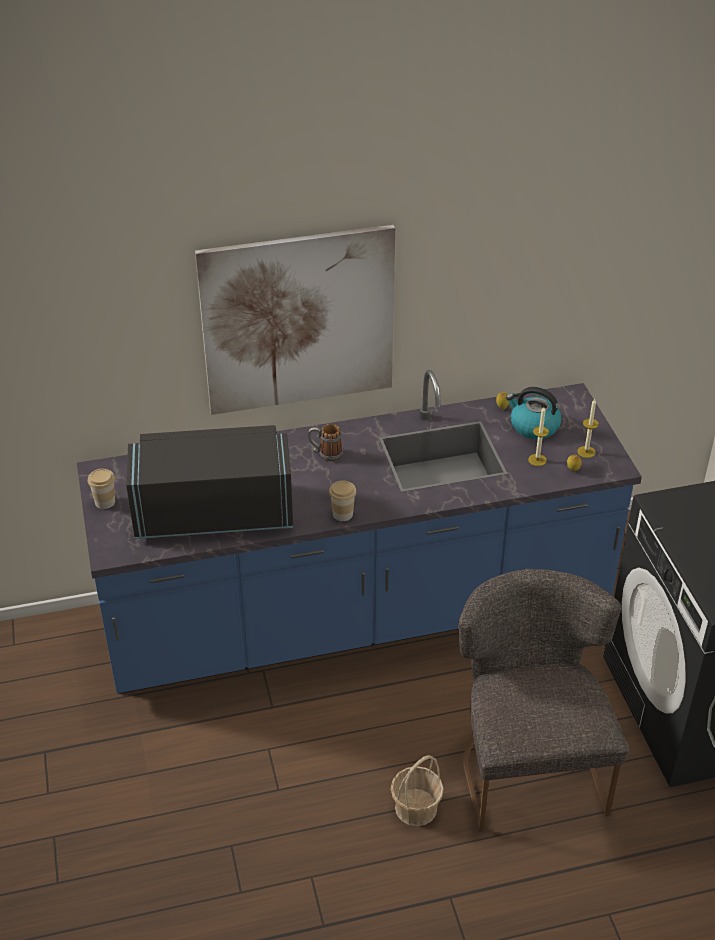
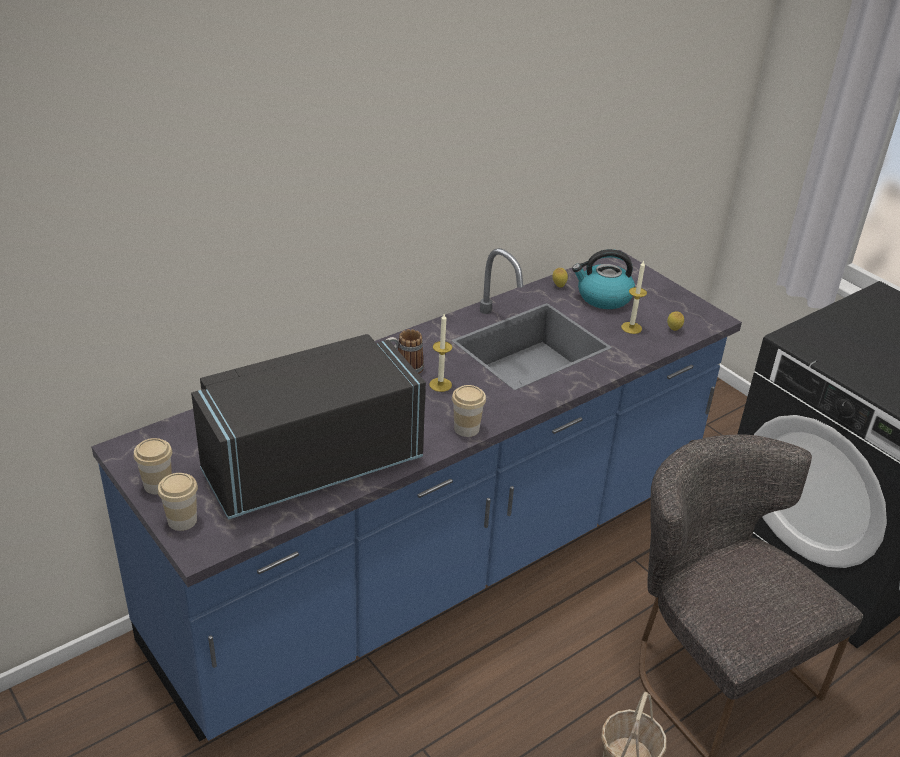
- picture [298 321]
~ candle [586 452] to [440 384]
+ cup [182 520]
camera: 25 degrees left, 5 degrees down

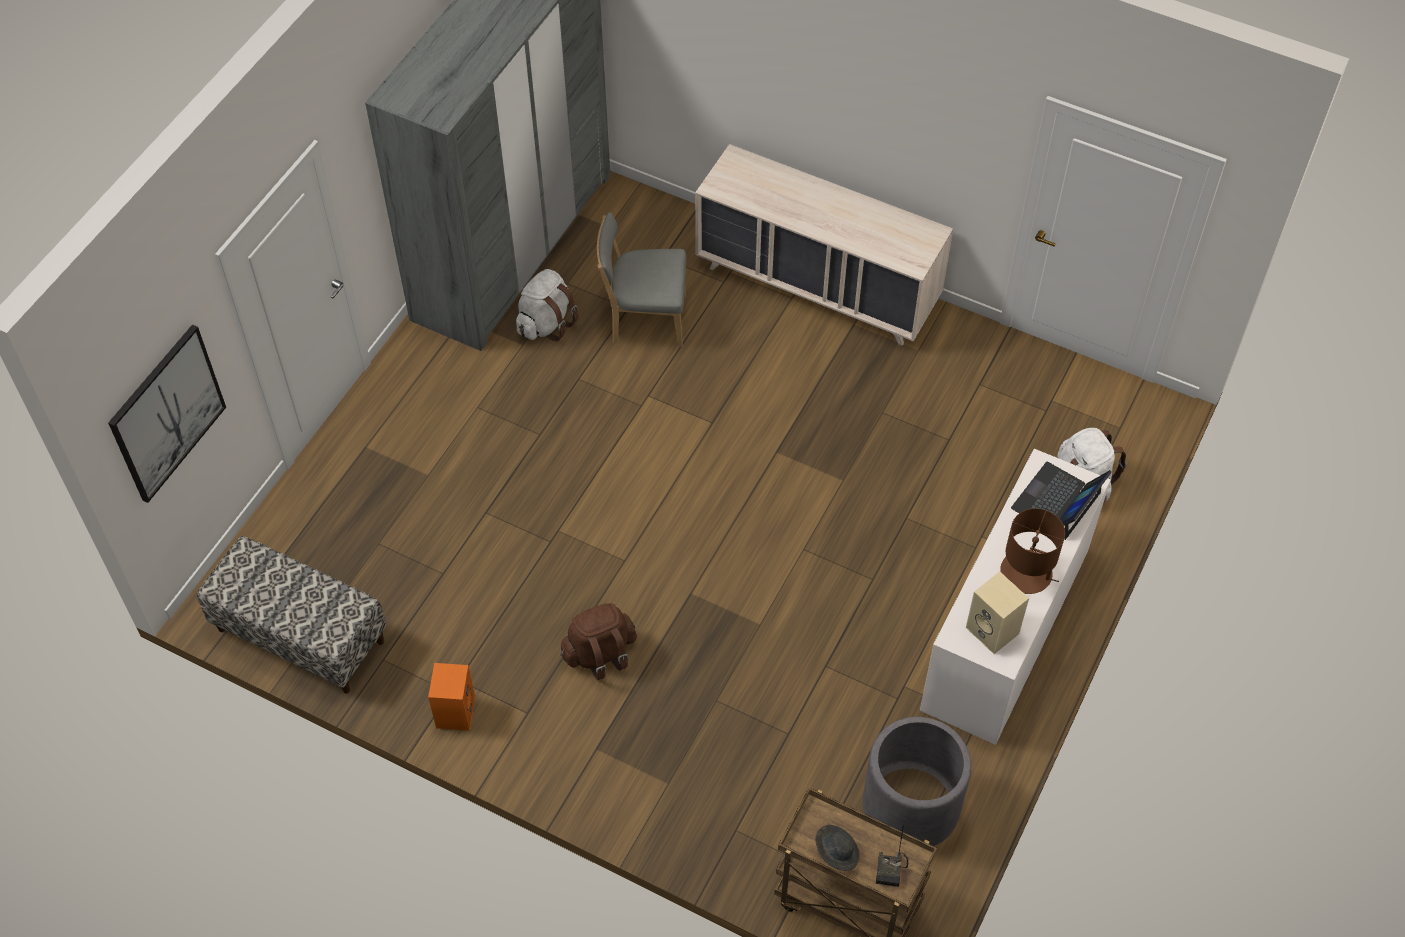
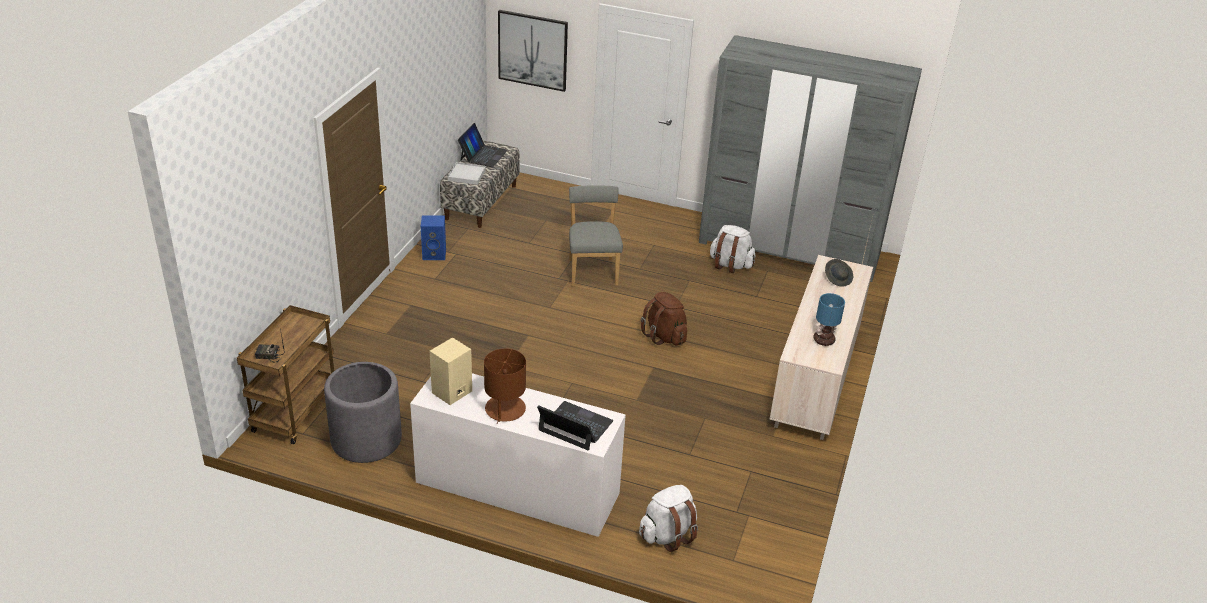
~ chair (grey) [644 319] to [592 270]
~ backpack (brown) [600 653] to [664 336]
~ speaker (orange) [454 711] to speaker (blue) [435 254]
~ hat (grey) [836 852] to [838 279]
+ laptop [483 155]
+ tray (white) [467 175]
+ table lamp [824 340]
camera: 80 degrees right, 20 degrees down

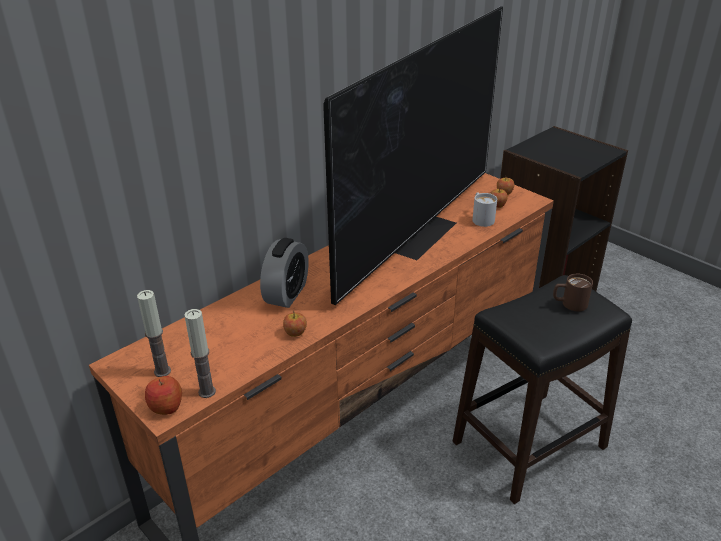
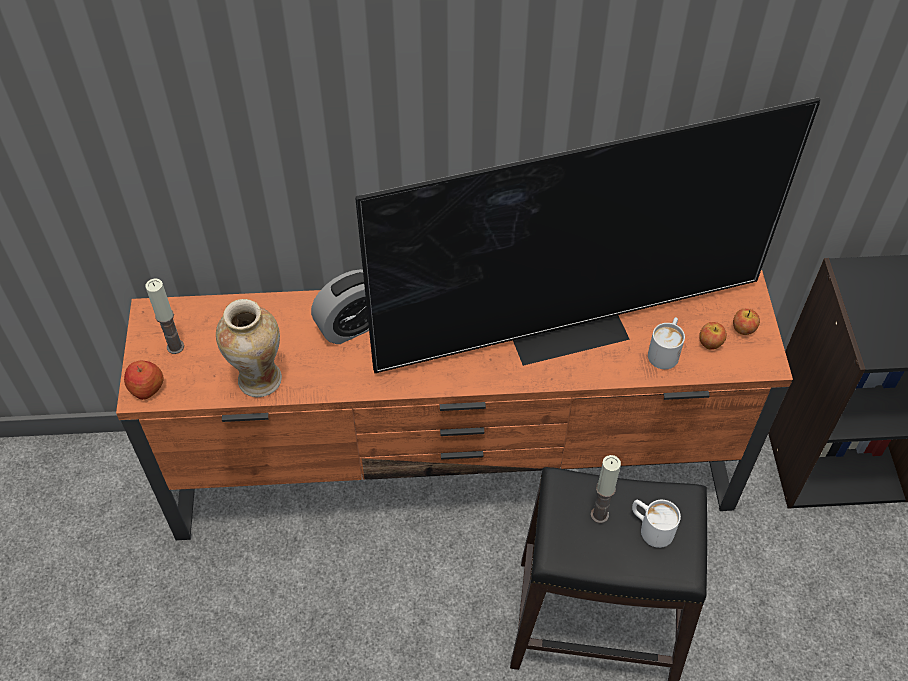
~ mug (brown) [569 304] to mug (white) [650 528]
~ candle [207 392] to [599 515]
- apple [295 333]
+ vase [259 381]
camera: 40 degrees right, 20 degrees up

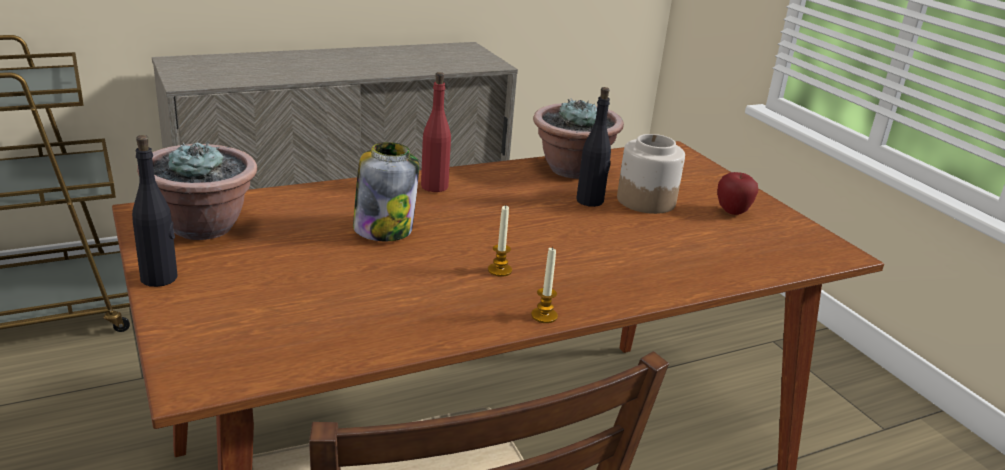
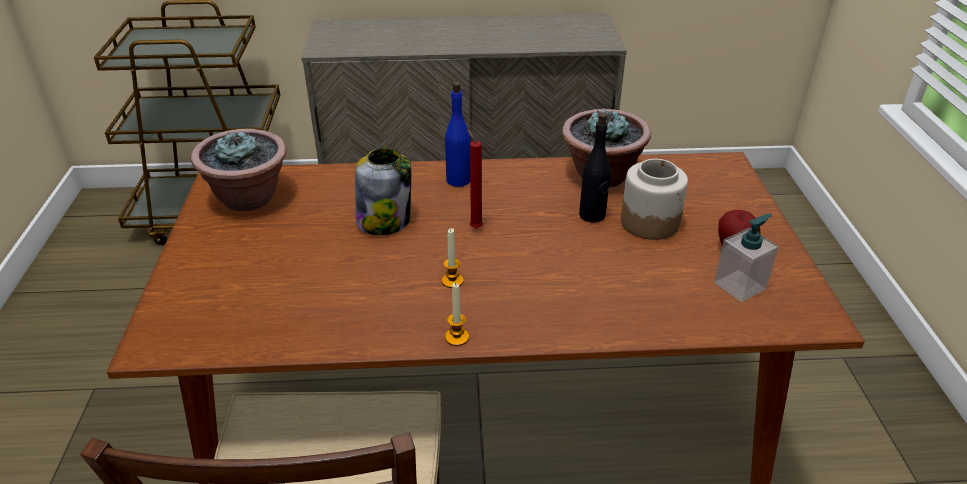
~ bottle (red) [434 186] to bottle (blue) [458 180]
- bottle (black) [159 278]
+ candle (red) [475 227]
+ soap dispenser [740 285]
camera: 25 degrees right, 10 degrees up

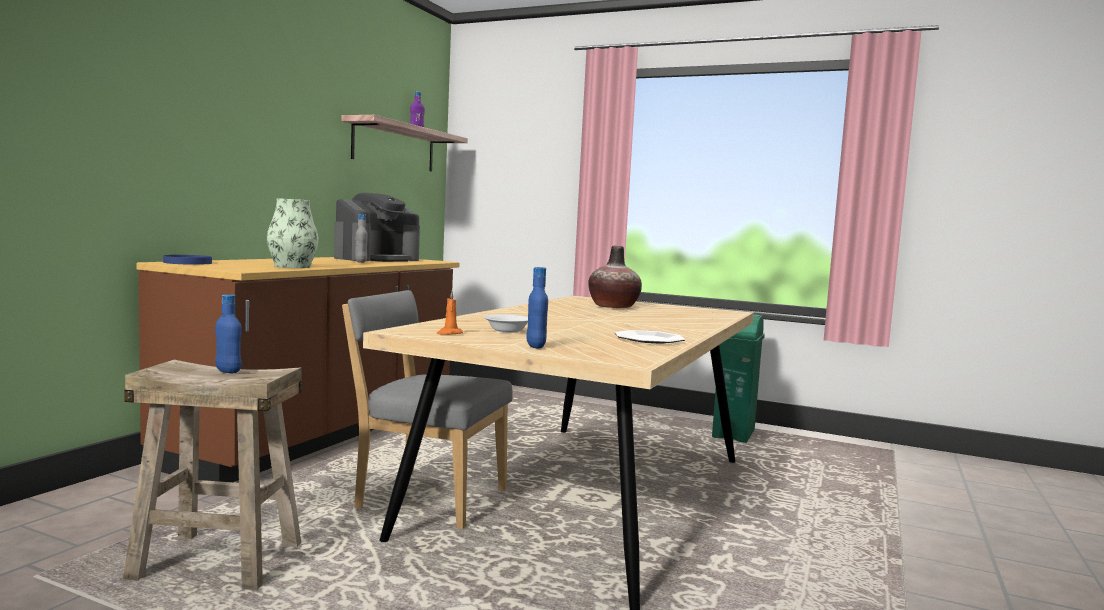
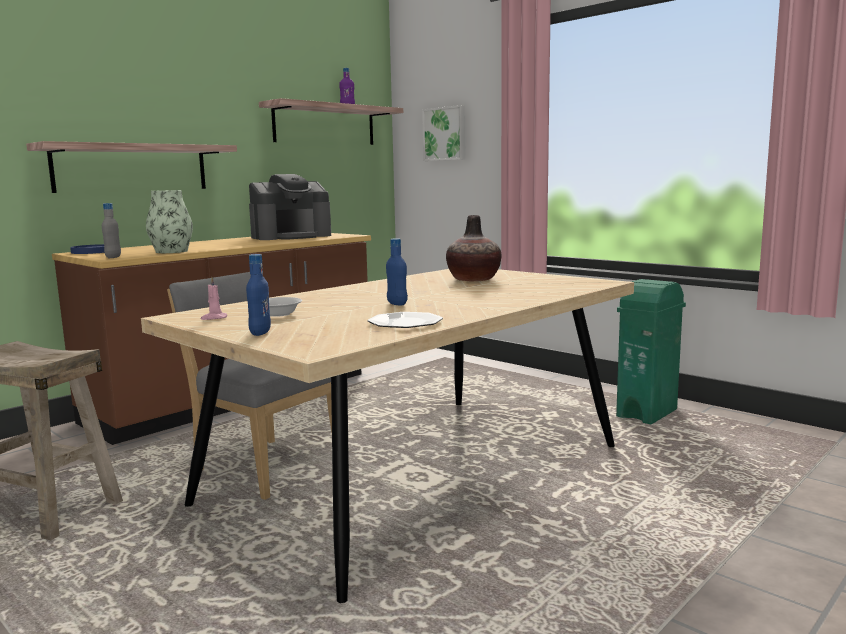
~ bottle (grey) [361 262] to [113 257]
~ candle (orange) [449 333] to candle (pink) [214 318]
~ bottle (blue) [228 371] to [397 304]
+ picture [445 134]
+ shelf [132 168]
camera: 20 degrees right, 5 degrees up

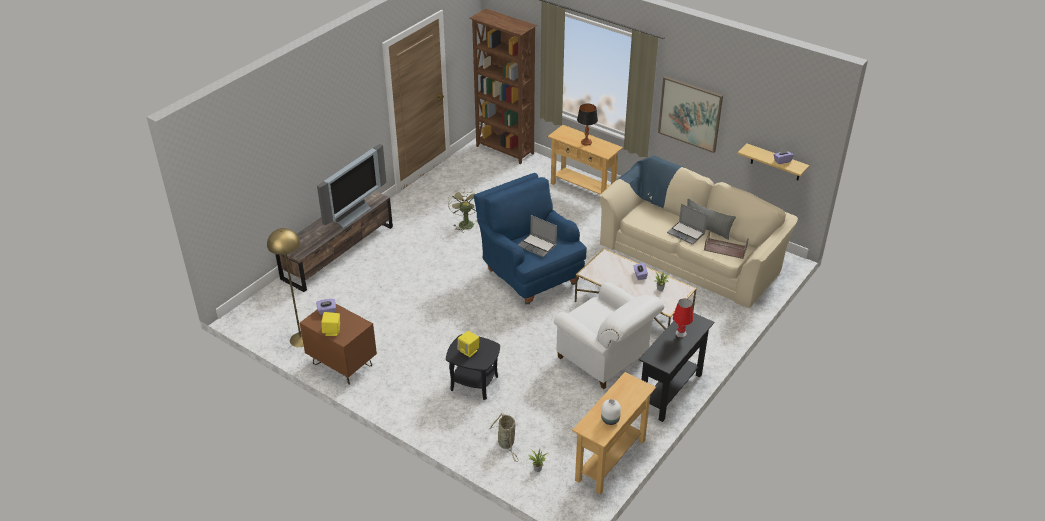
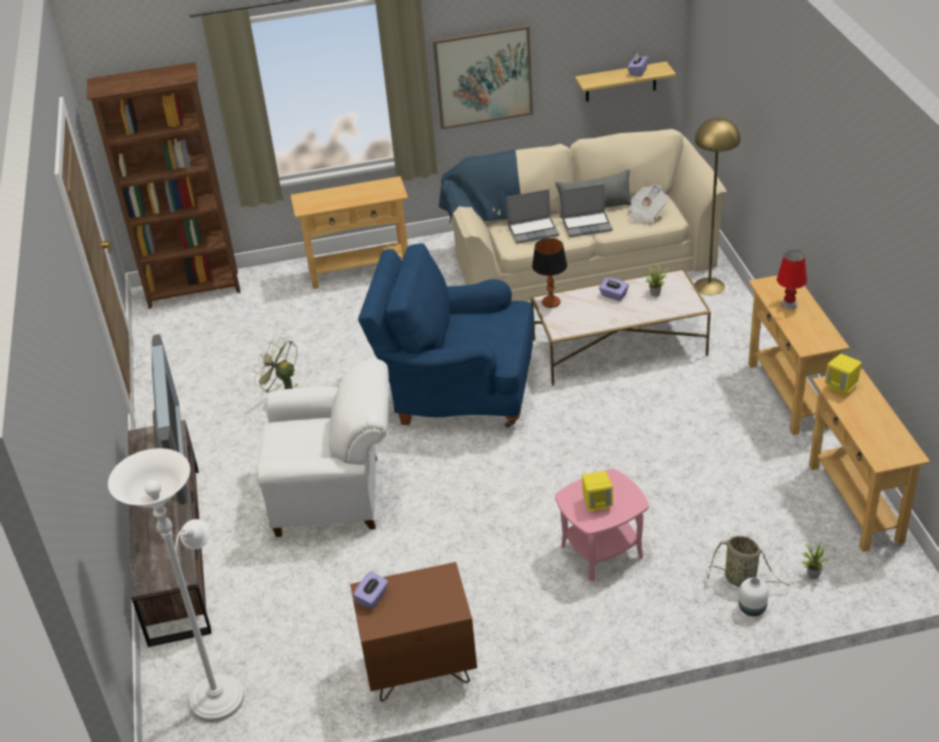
~ table lamp [586 142] to [551 302]
~ laptop [538 246] to [533 231]
~ floor lamp (yellow) [301 339] to [709 286]
~ tray (brown) [725 248] to newspaper [646 214]
~ armchair (white) [606 359] to [335 495]
~ speaker (yellow) [332 331] to [841 386]
~ console table (black) [670 392] to console table (beige) [788 394]
~ side table (black) [474 383] to side table (pink) [601 551]
~ vase (white) [610 420] to [752 608]
+ floor lamp (white) [218 693]
camera: 45 degrees left, 0 degrees up

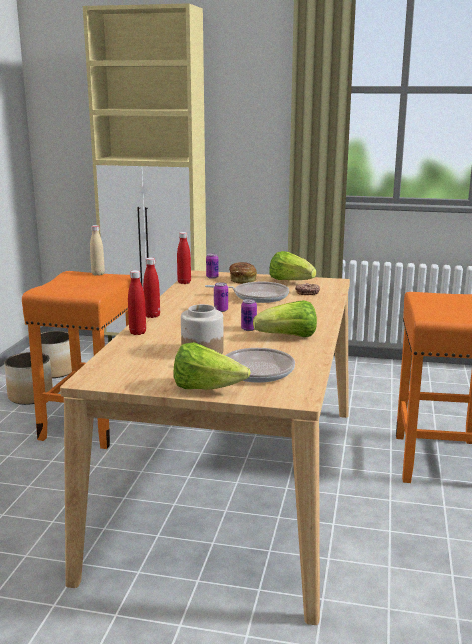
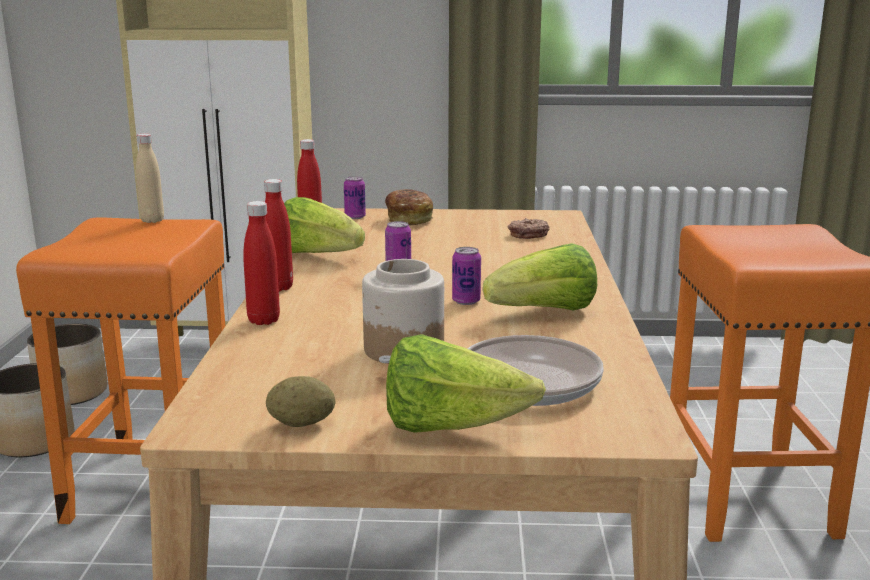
~ lettuce [290 281] to [317 255]
- frying pan [257 296]
+ potato [301 424]
camera: 10 degrees left, 0 degrees up

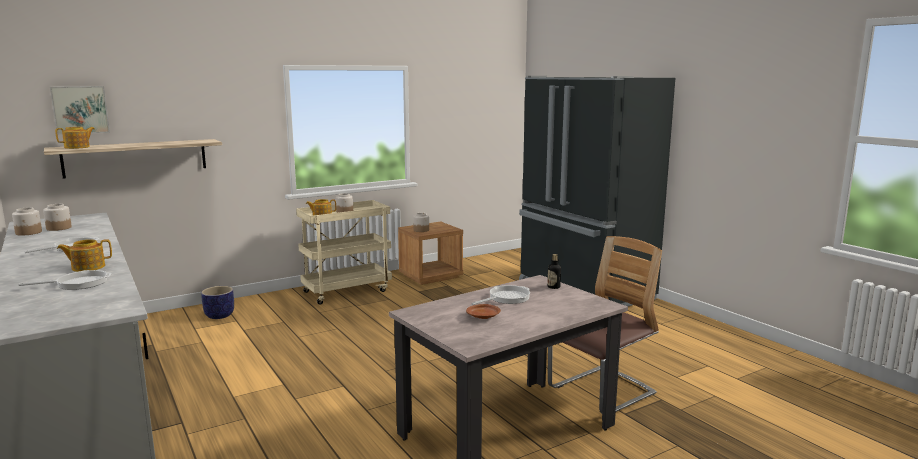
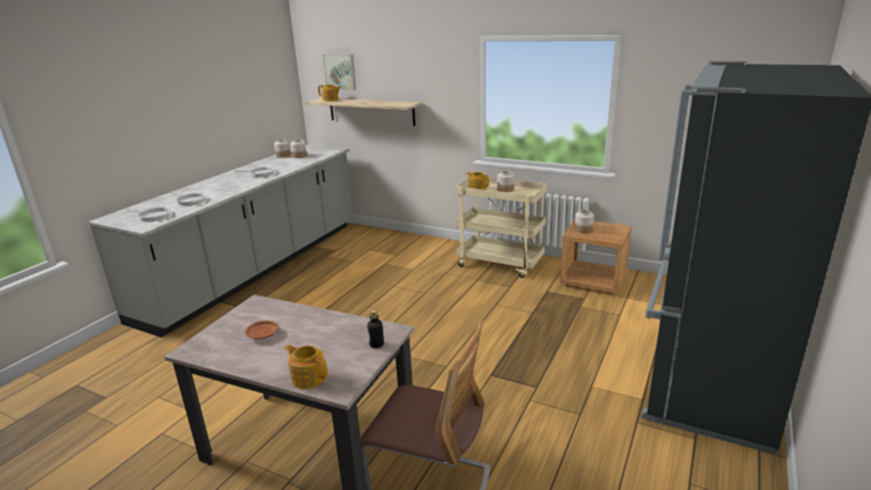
~ teapot [87 267] to [308 377]
~ frying pan [506 298] to [153 216]
- planter [219 315]
camera: 60 degrees right, 10 degrees up

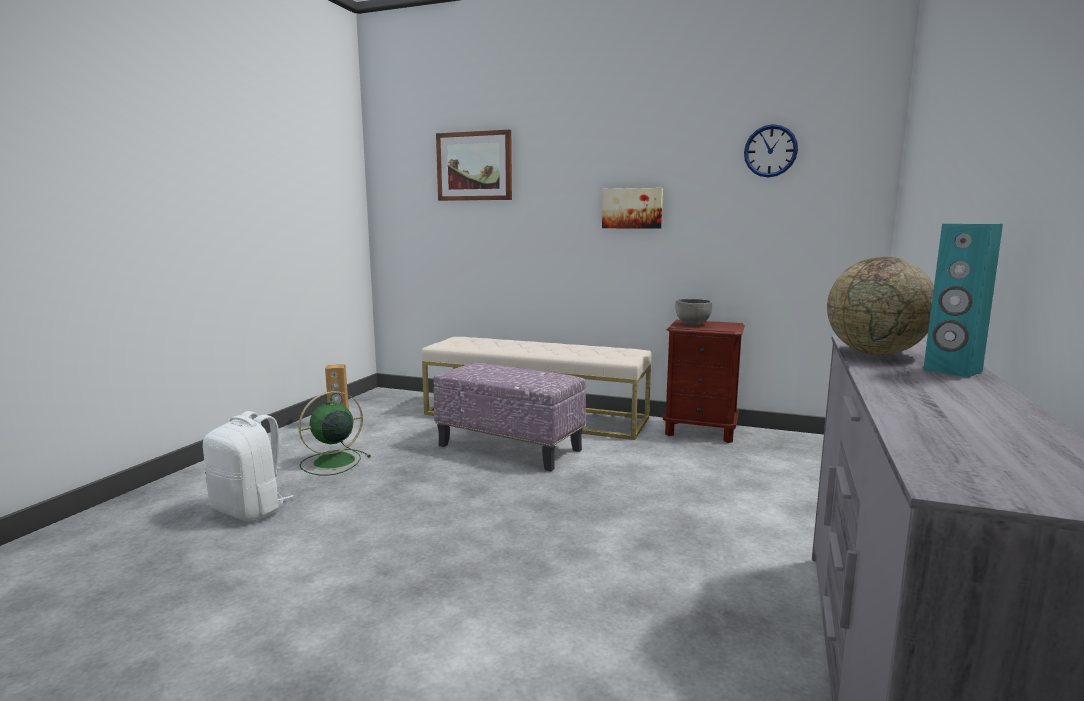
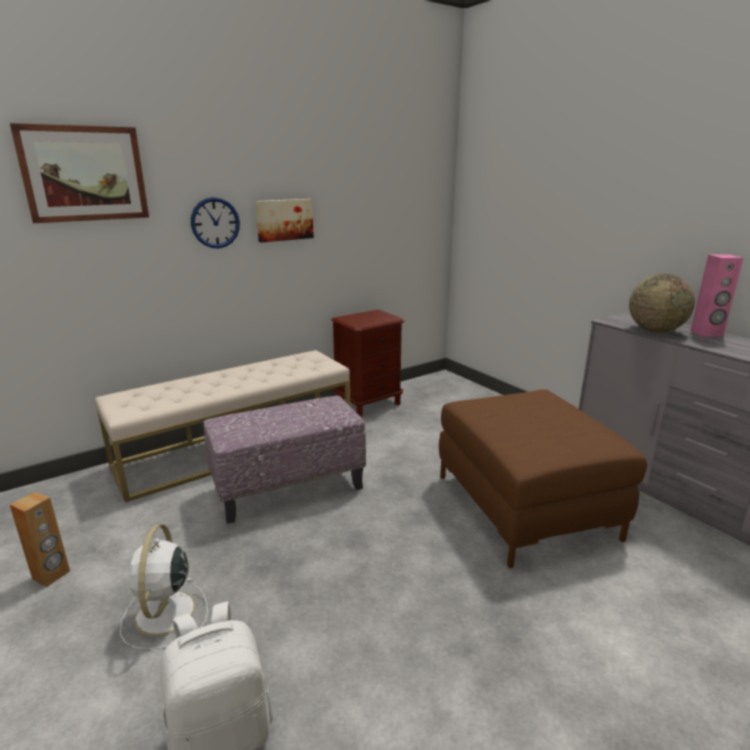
~ wall clock [770 151] to [215 223]
~ speaker (turquoise) [952 371] to speaker (pink) [706 333]
- bowl (grey) [692 324]
~ fan (green) [332 462] to fan (white) [165 615]
+ ottoman (brown) [523 506]
camera: 55 degrees left, 10 degrees up

